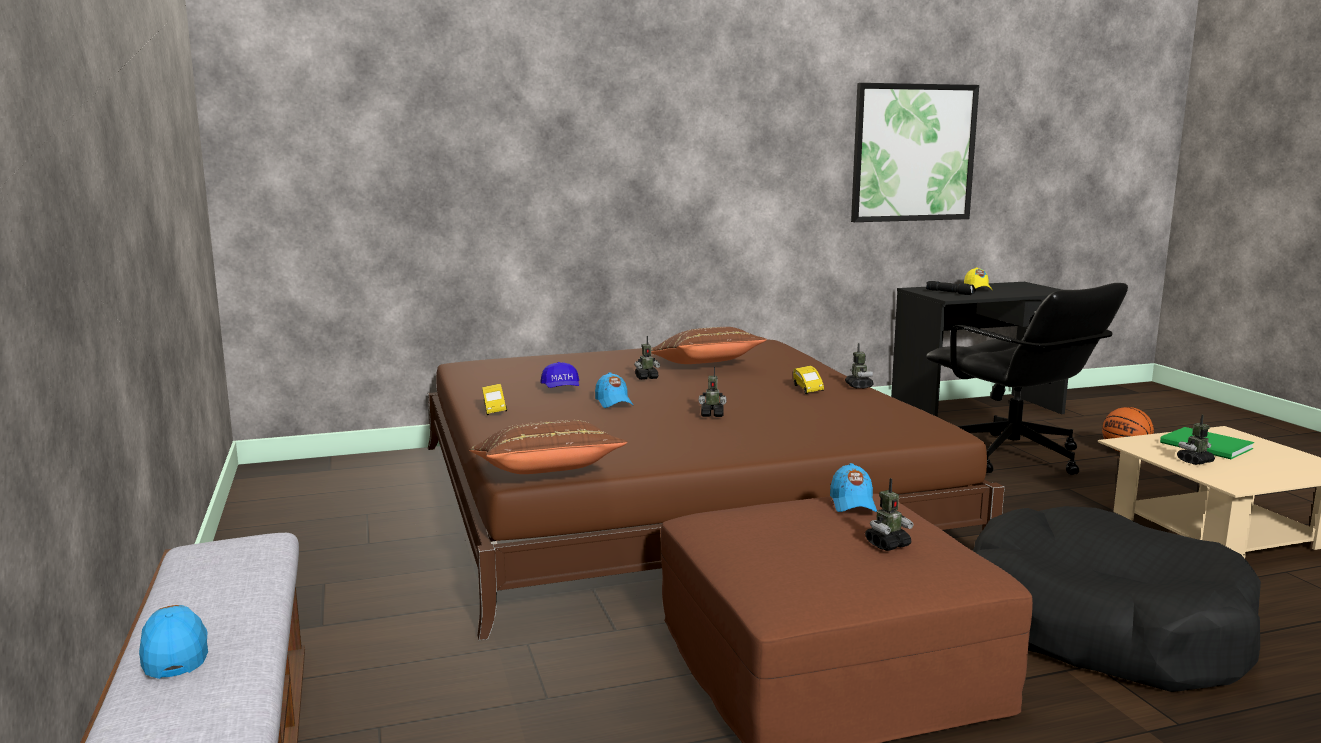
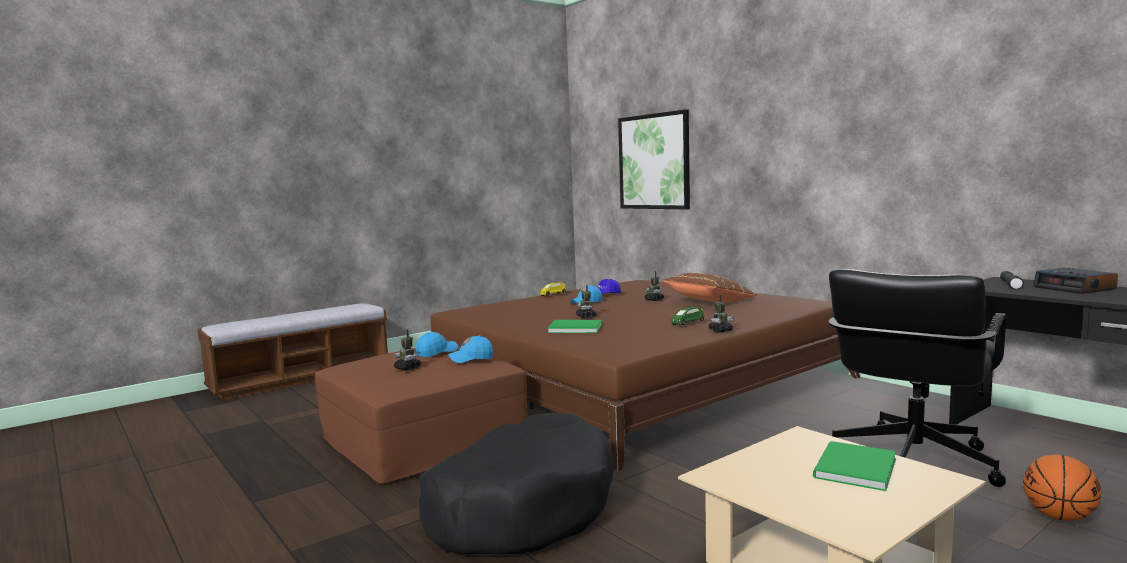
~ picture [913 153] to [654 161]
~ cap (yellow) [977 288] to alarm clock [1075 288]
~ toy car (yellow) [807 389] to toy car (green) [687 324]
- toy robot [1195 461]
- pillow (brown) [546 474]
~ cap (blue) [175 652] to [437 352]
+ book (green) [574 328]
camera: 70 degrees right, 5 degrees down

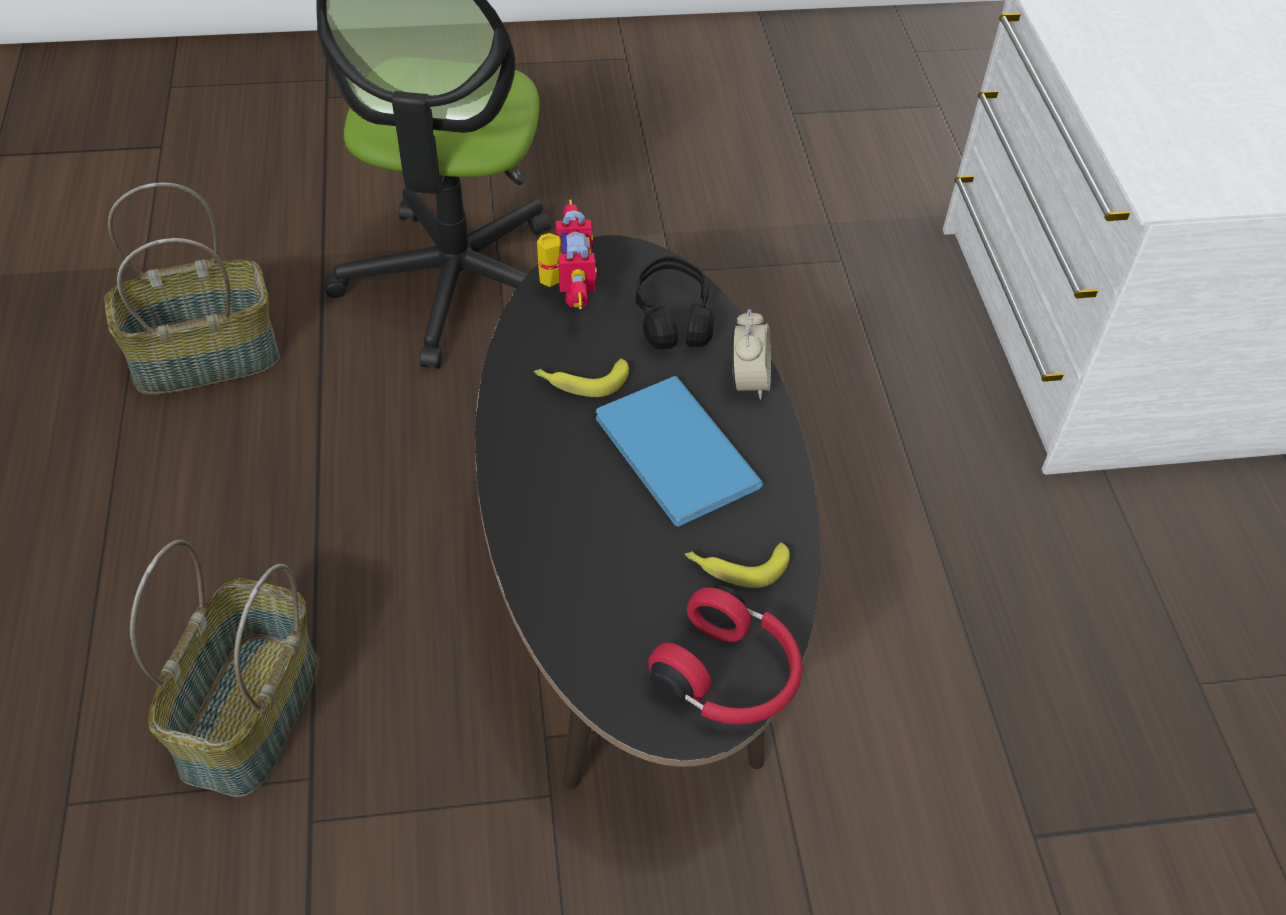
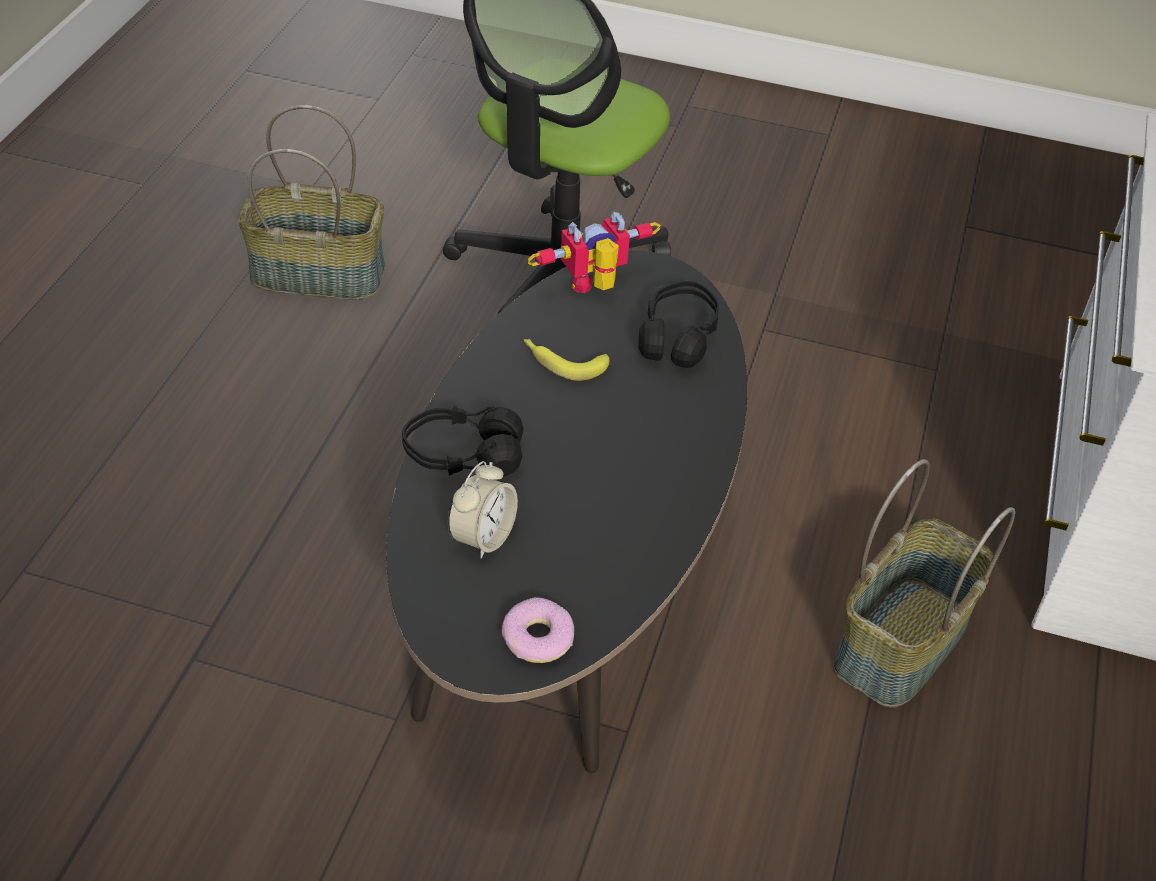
~ toy robot [566 292] = [596 288] 135 degrees counterclockwise
~ alarm clock [748 381] to [483 537]
- book (blue) [675 456]
~ basket [252 716] to [902 644]
- banana [735 566]
~ headphones (red) [728 677] to donut [537 638]
+ headphones (black) [462 456]
camera: 25 degrees right, 5 degrees down

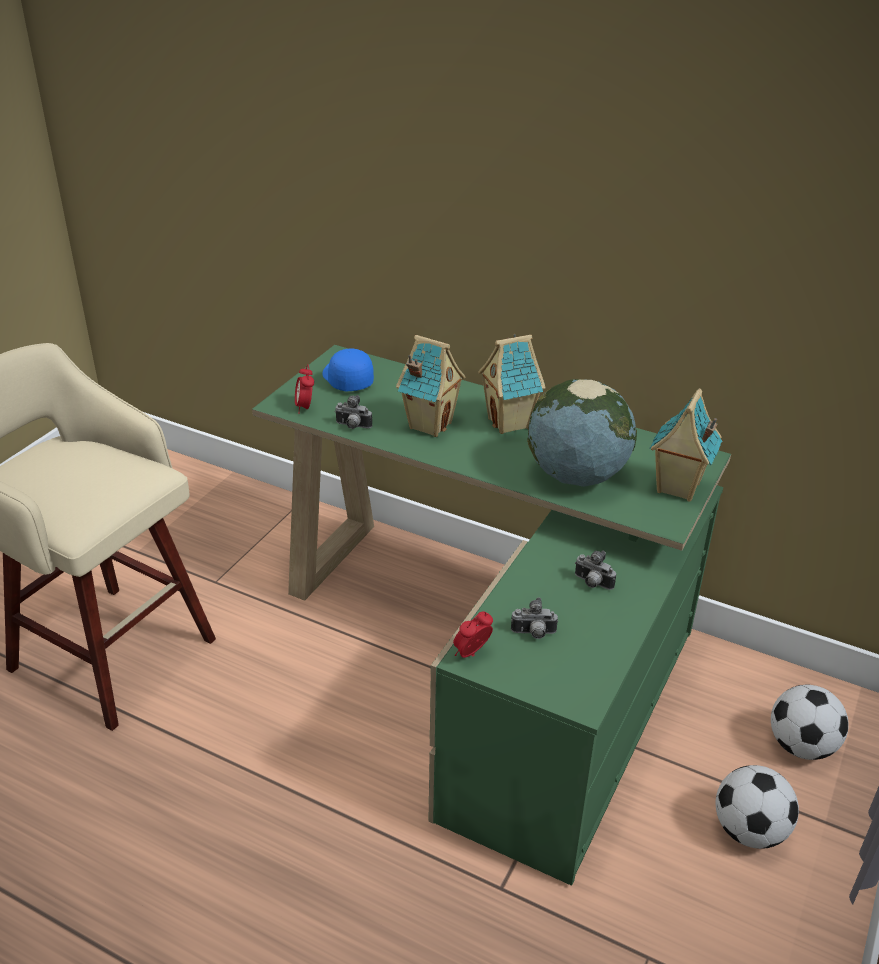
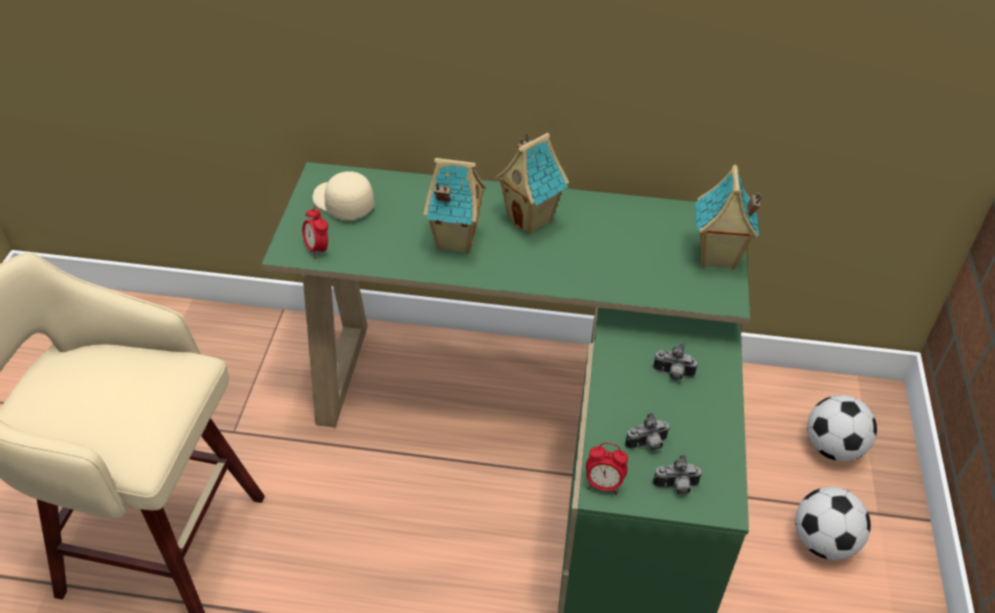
~ cap (blue) [346 379] to cap (beige) [342 204]
- globe [576 475]
~ photo camera [352 426] to [676 487]
~ alarm clock [472 654] = [603 484] 105 degrees counterclockwise
camera: 20 degrees left, 10 degrees up

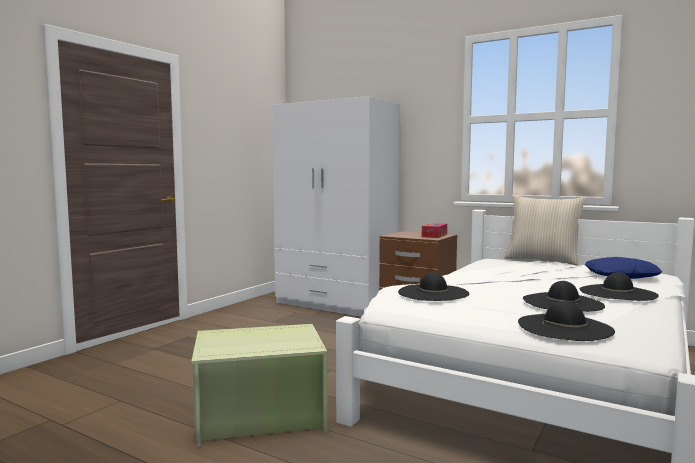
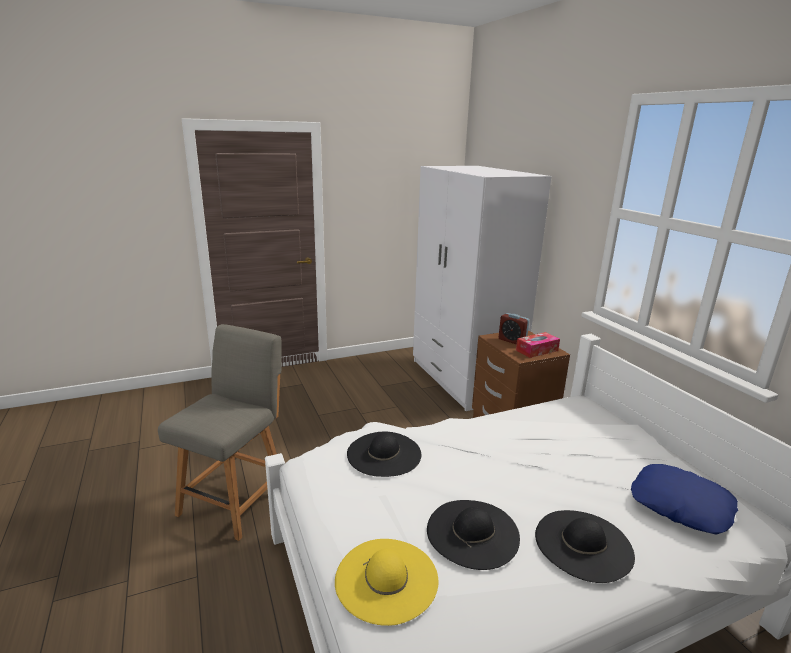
- pillow (beige) [542 260]
~ hat (black) [564 327] to hat (yellow) [386 579]
~ storage box (green) [260 417] to chair (grey) [236 500]
+ alarm clock [512 340]
camera: 35 degrees right, 15 degrees up

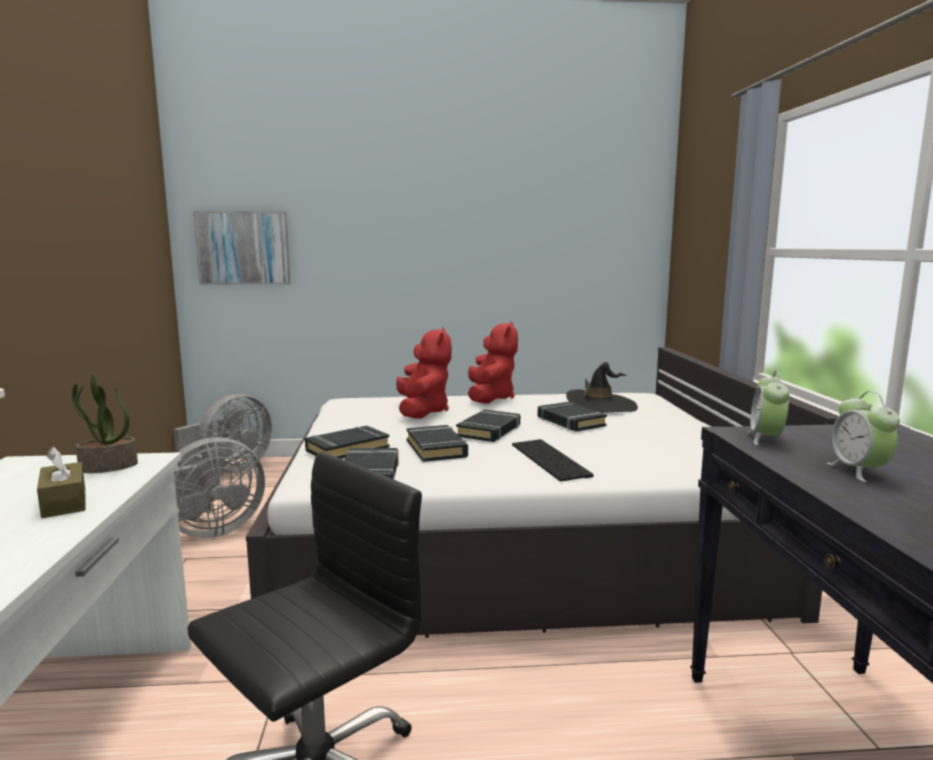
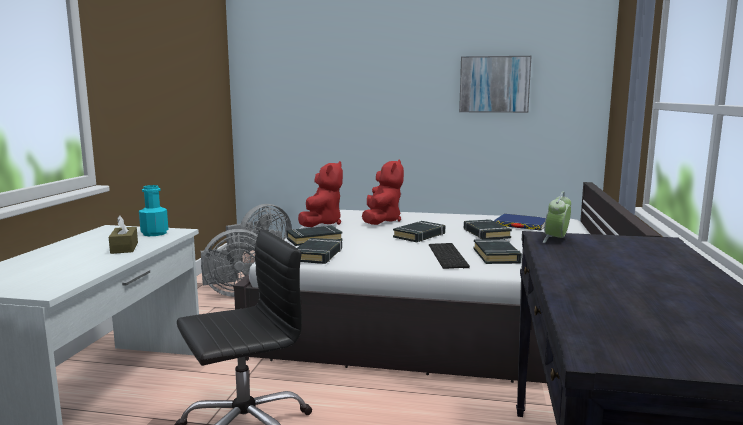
~ picture [243 248] to [494 84]
~ plush toy (red) [490 398] to [322 223]
~ hat (black) [601 406] to book (blue) [521 225]
~ potted plant [107 467] to bottle (turquoise) [154 233]
- alarm clock [858 471]
~ book (black) [436 448] to [496 256]
camera: 15 degrees right, 0 degrees up

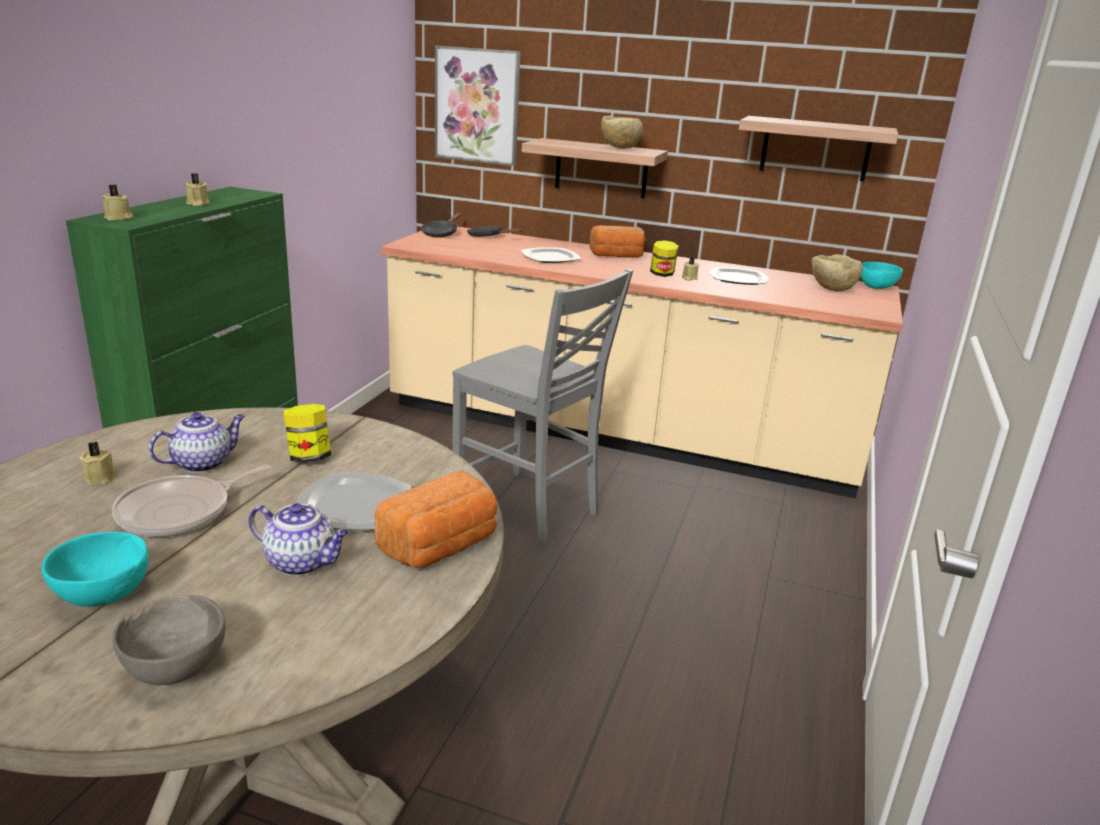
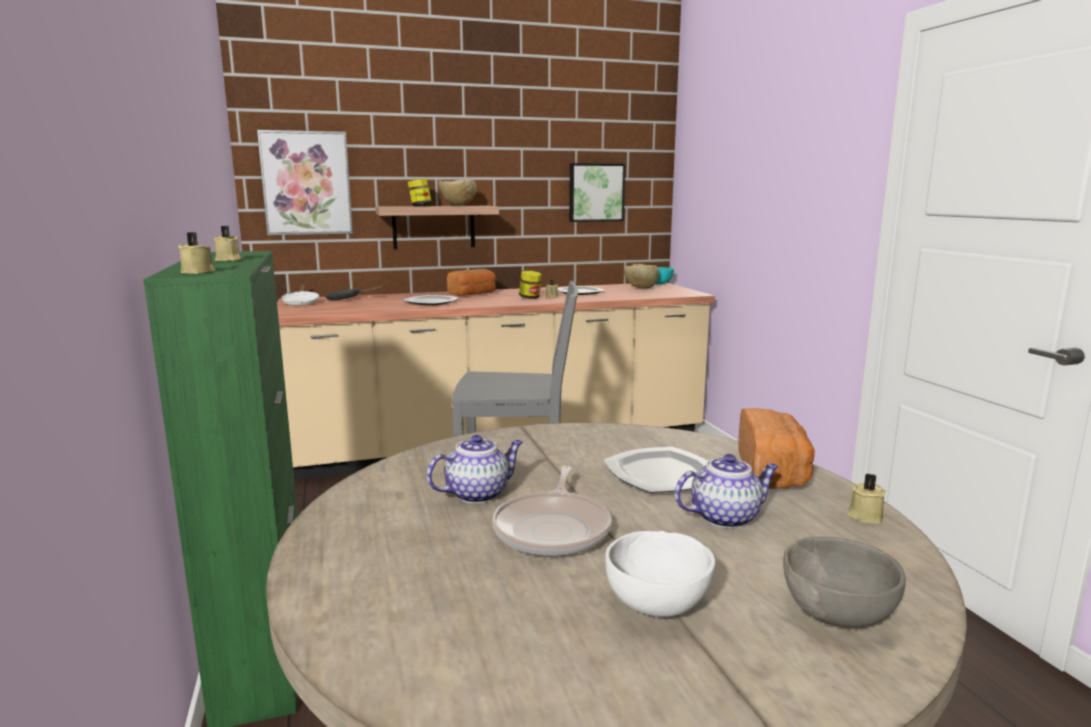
~ shelf [815 149] to picture [596 192]
~ frying pan (black) [441 233] to frying pan (white) [301 303]
~ jar [309 457] to [420 206]
~ teapot [203 463] = [478 493] 45 degrees clockwise
~ candle (beige) [101 477] to [864 516]
~ bowl (turquoise) [104 596] to bowl (white) [659 605]
camera: 35 degrees left, 10 degrees down

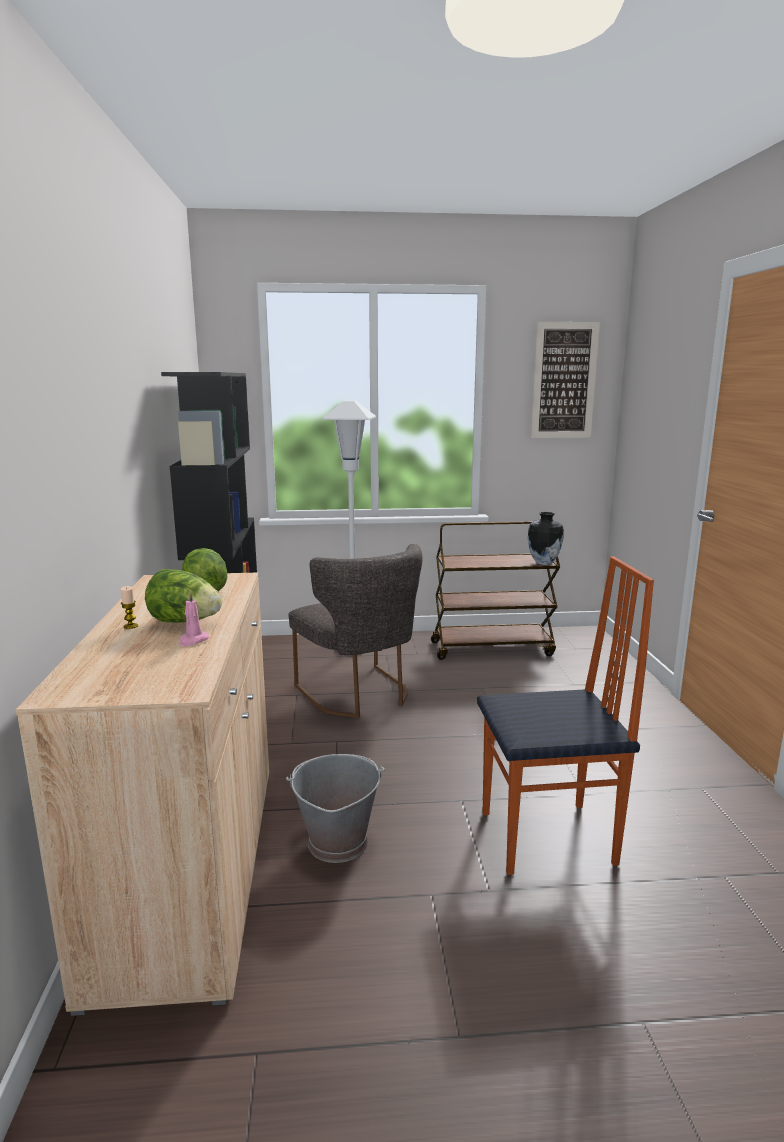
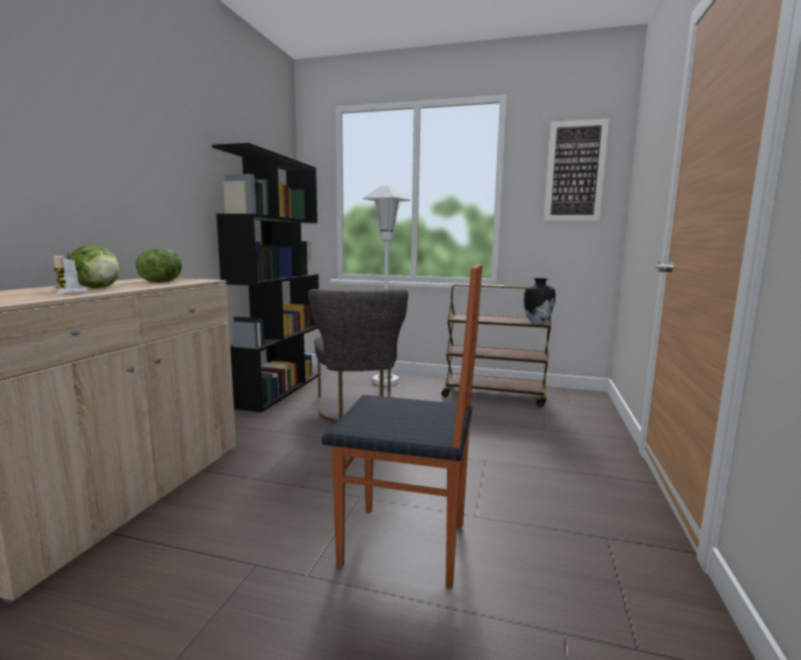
~ candle (pink) [193 640] to candle (white) [71 293]
- bucket (grey) [336 842]
camera: 20 degrees right, 5 degrees down

